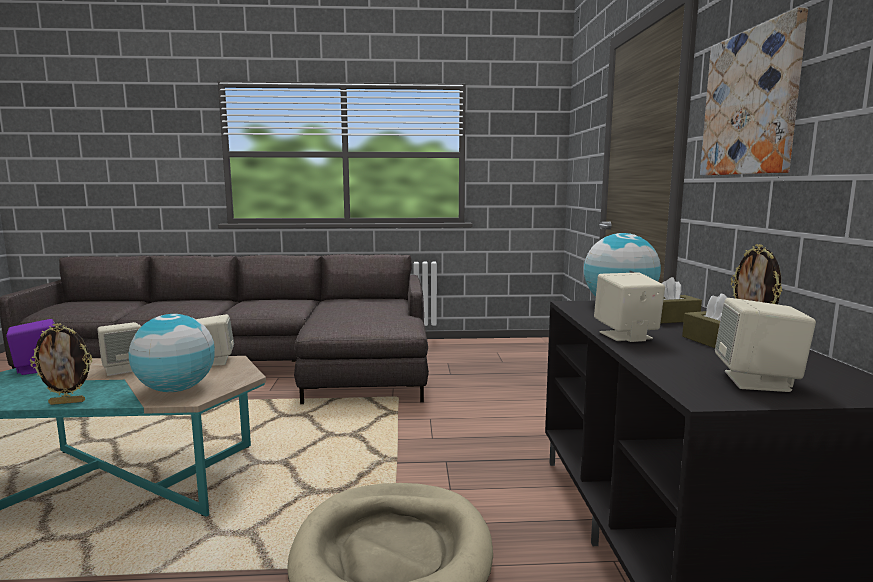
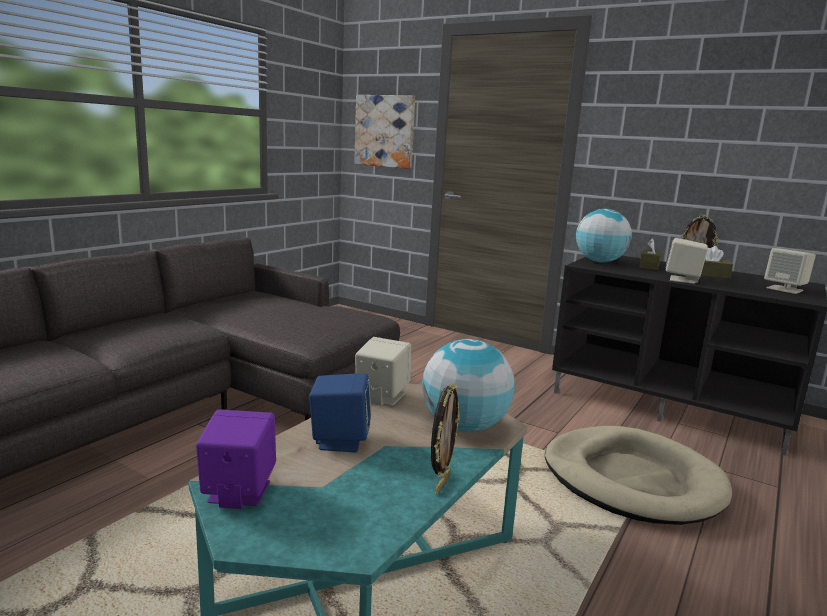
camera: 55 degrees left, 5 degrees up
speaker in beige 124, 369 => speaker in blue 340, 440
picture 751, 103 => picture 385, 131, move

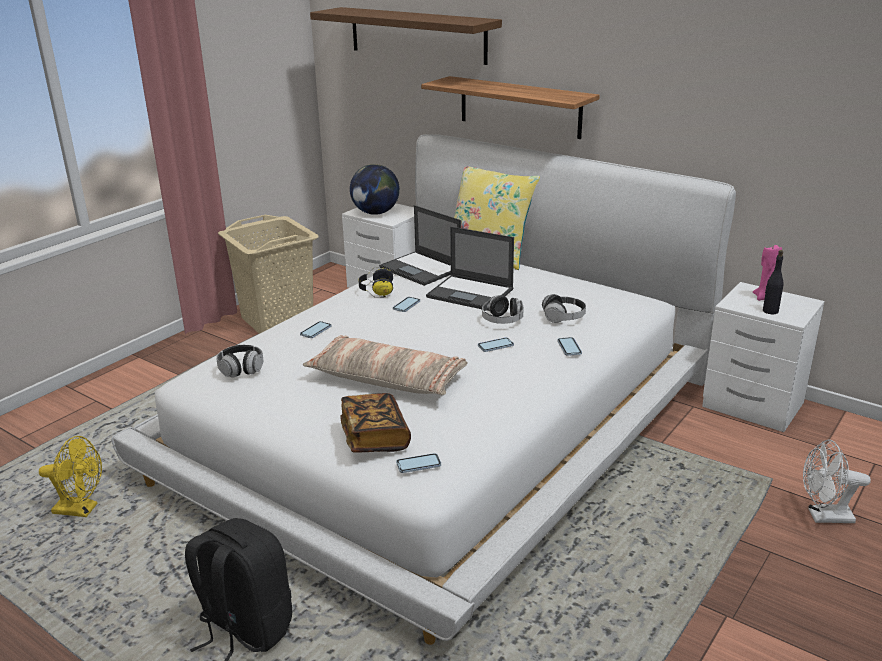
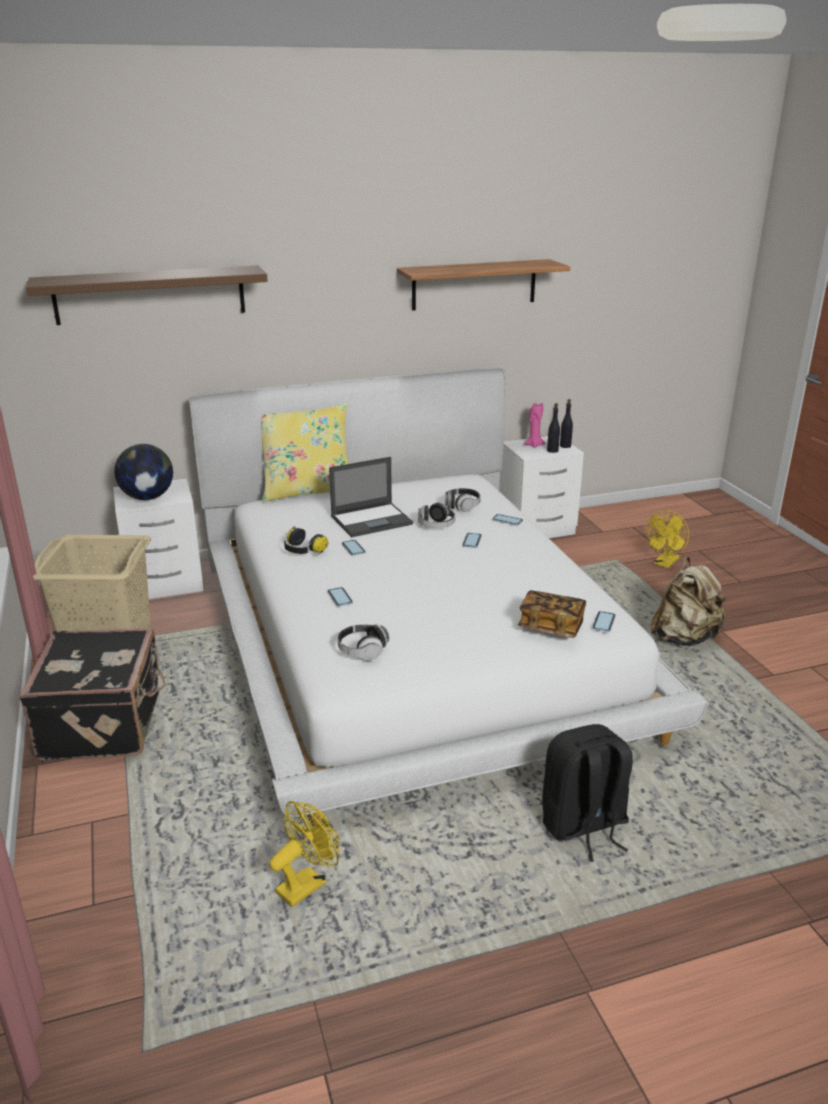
camera: 55 degrees left, 0 degrees up
nothing => suitcase in black 105, 723
shelf 520, 107 => shelf 474, 284, move
nothing => bottle in black 565, 446
fan in white 824, 517 => fan in yellow 664, 563
nothing => backpack in beige 684, 638
pillow 387, 379 => nothing
laptop 421, 269 => nothing

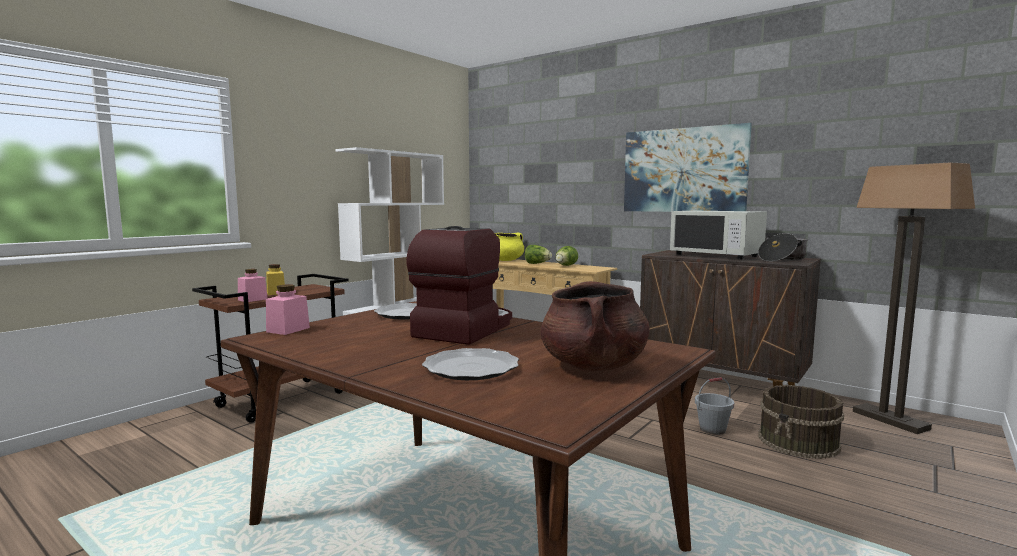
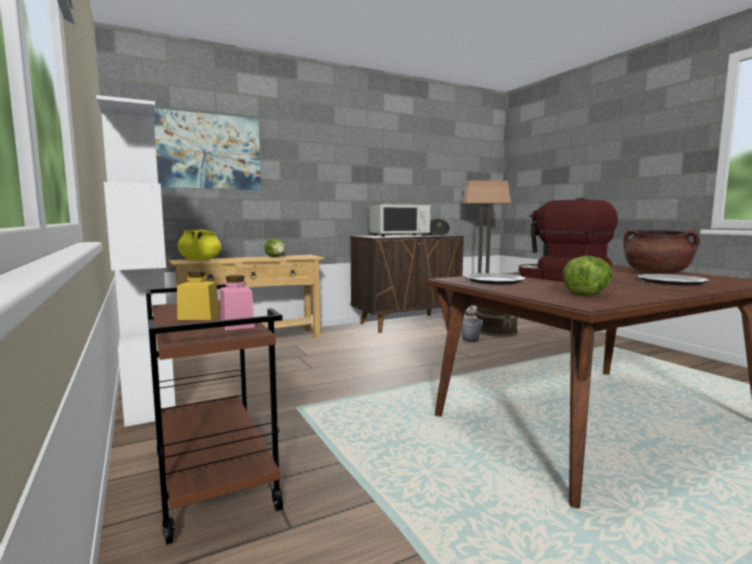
camera: 65 degrees left, 0 degrees up
picture 683, 170 => picture 204, 151, move
lettuce 537, 263 => lettuce 588, 294, move
jar in pink 288, 330 => nothing

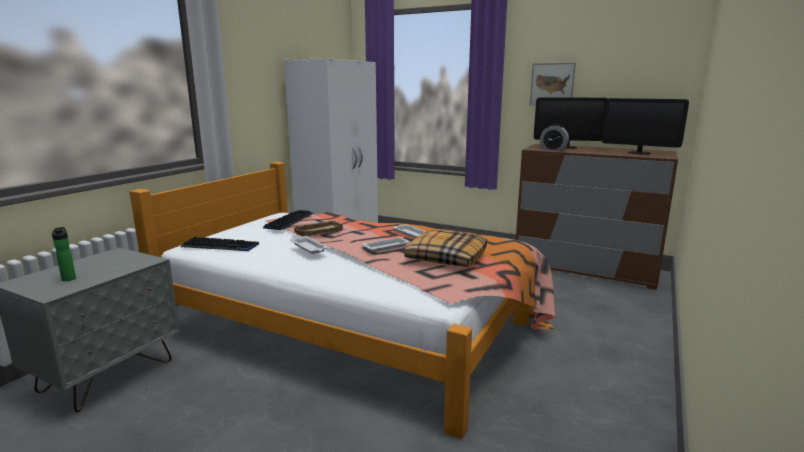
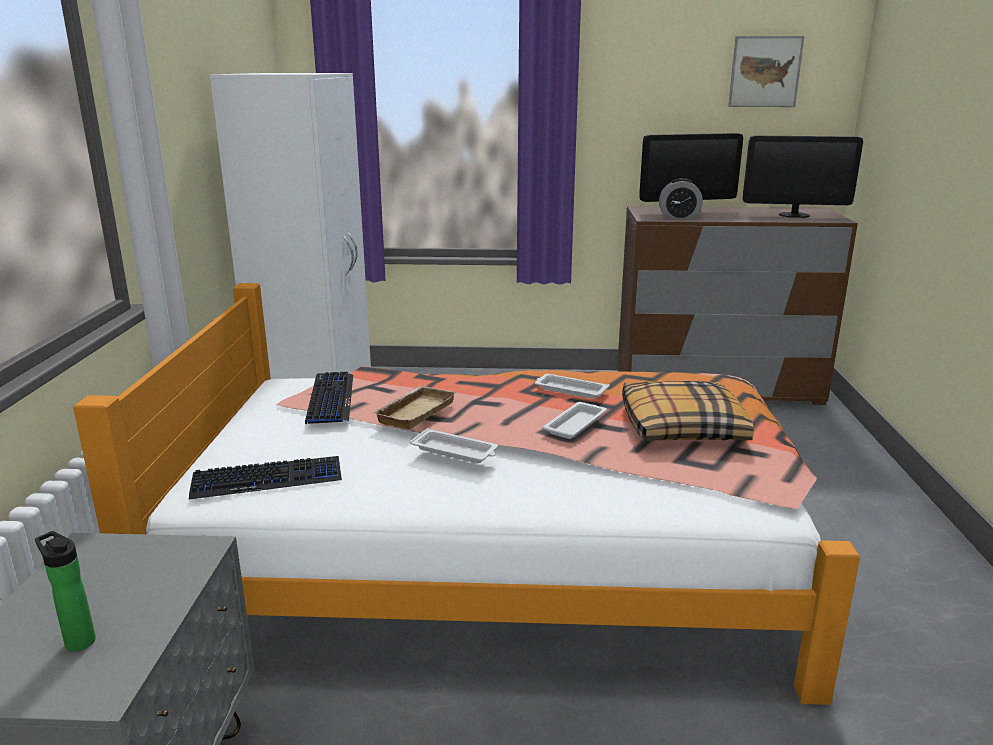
camera: 25 degrees left, 5 degrees up
picture 552, 84 => picture 765, 72, move

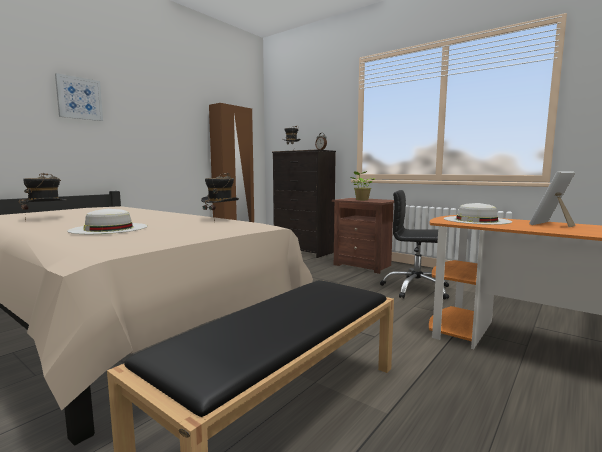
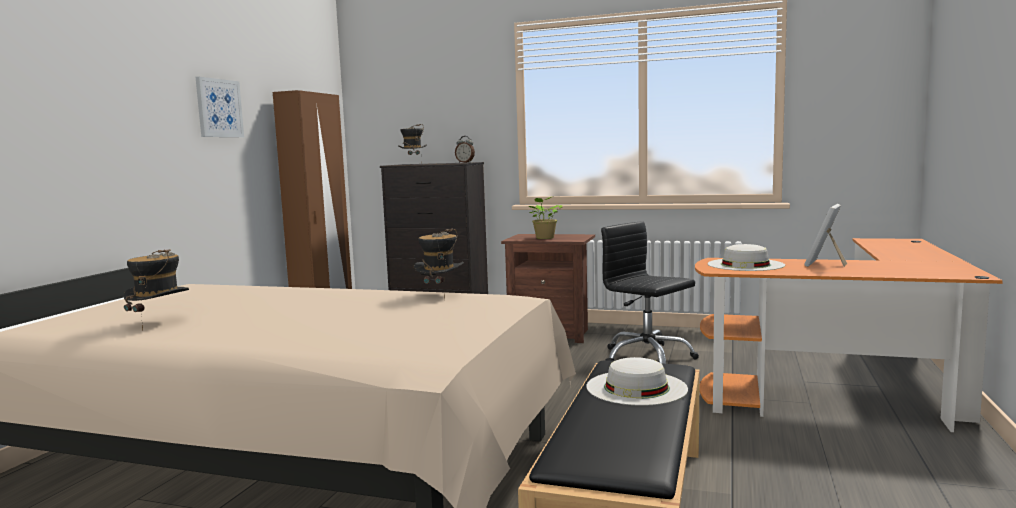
camera: 20 degrees left, 0 degrees up
picture 79, 98 => picture 219, 108, move
hat in white 109, 228 => hat in white 636, 387, move
office chair in black 416, 289 => office chair in black 647, 357, 45 degrees clockwise

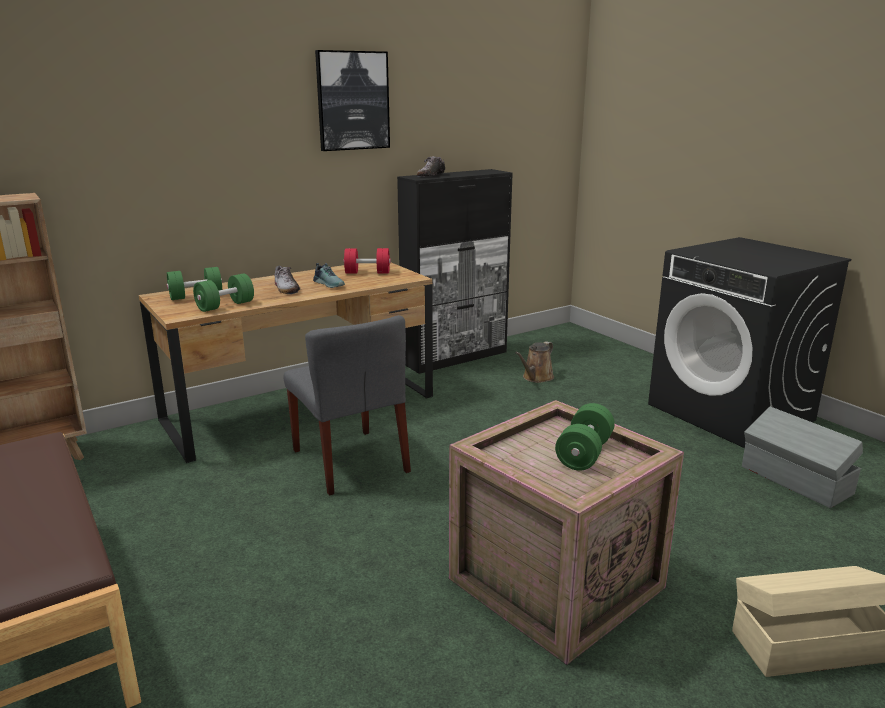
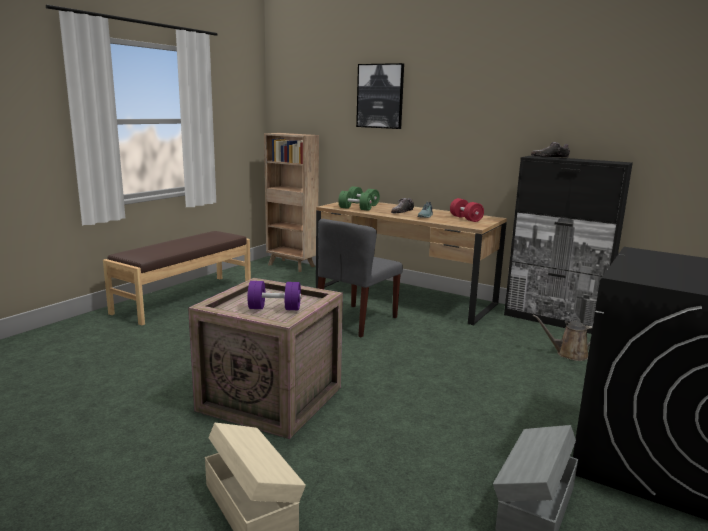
camera: 65 degrees right, 5 degrees down
dumbbell in green 584, 453 => dumbbell in purple 274, 308
picture 352, 101 => picture 380, 96, move

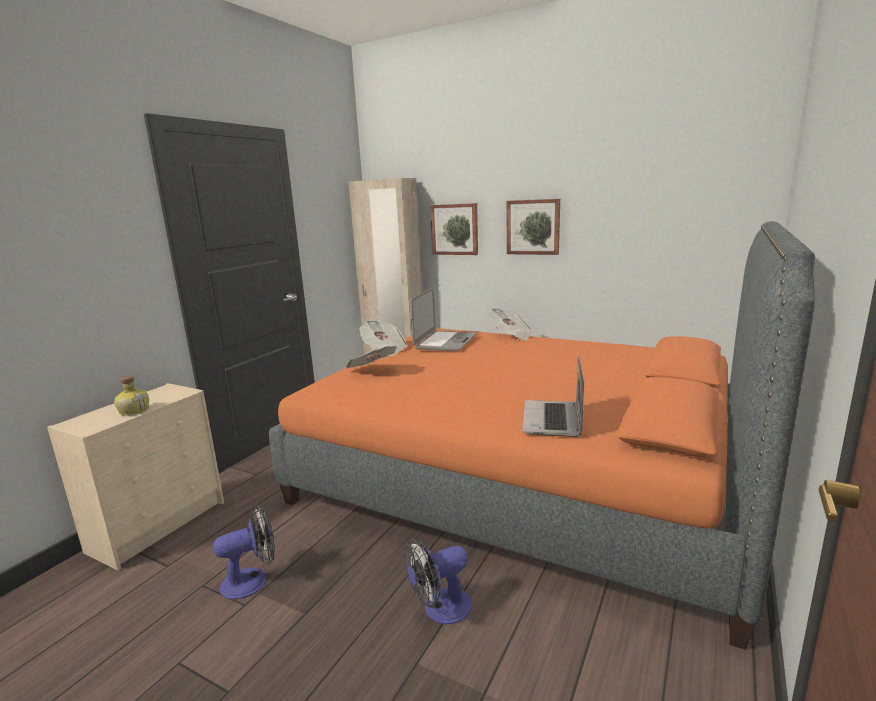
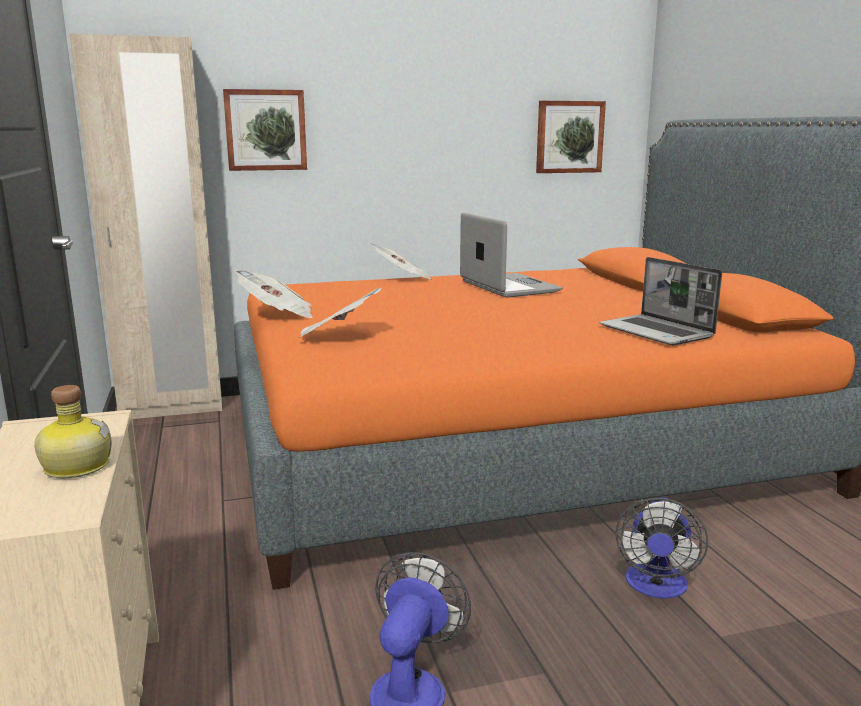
camera: 45 degrees left, 0 degrees up
laptop 445, 342 => laptop 508, 287, move
picture 533, 227 => picture 569, 137, move

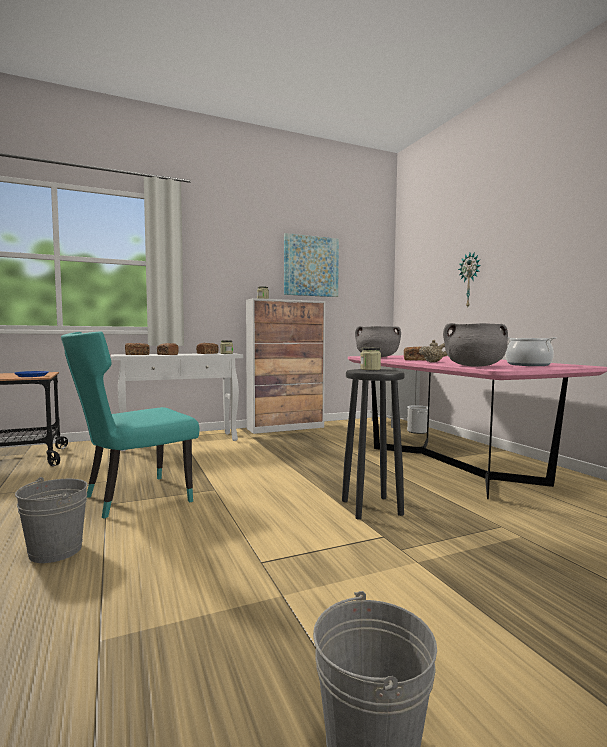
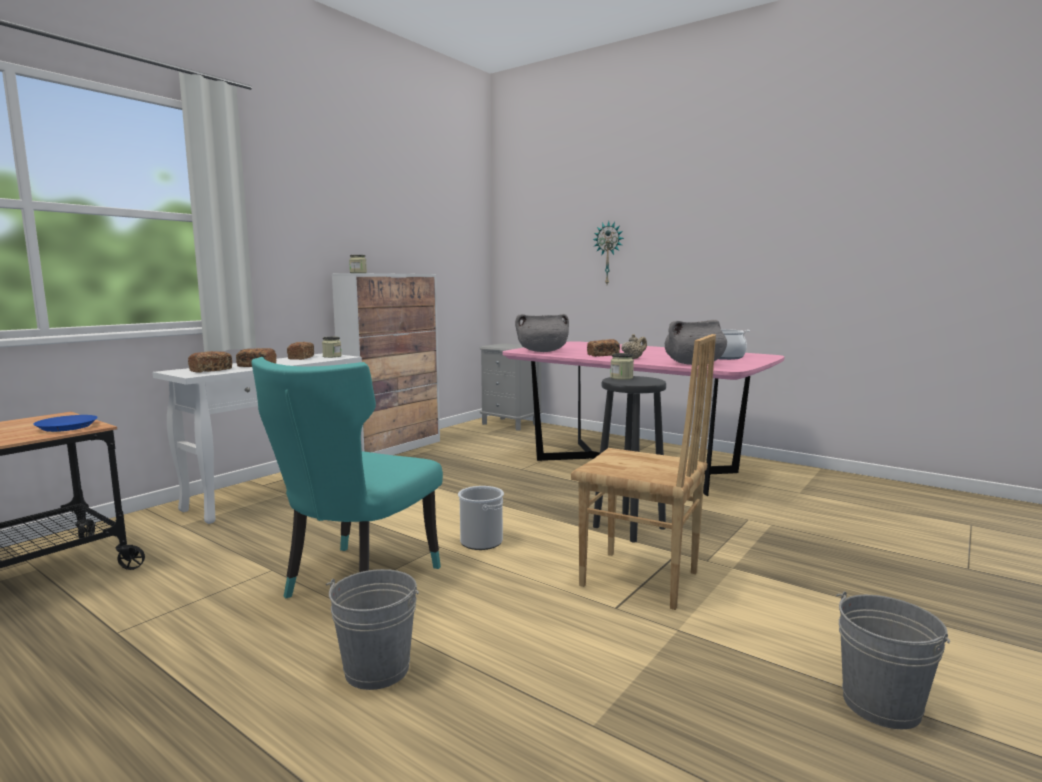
camera: 30 degrees left, 5 degrees up
bucket 417, 431 => bucket 481, 541, move
nothing => chair in brown 639, 580
picture 311, 266 => nothing

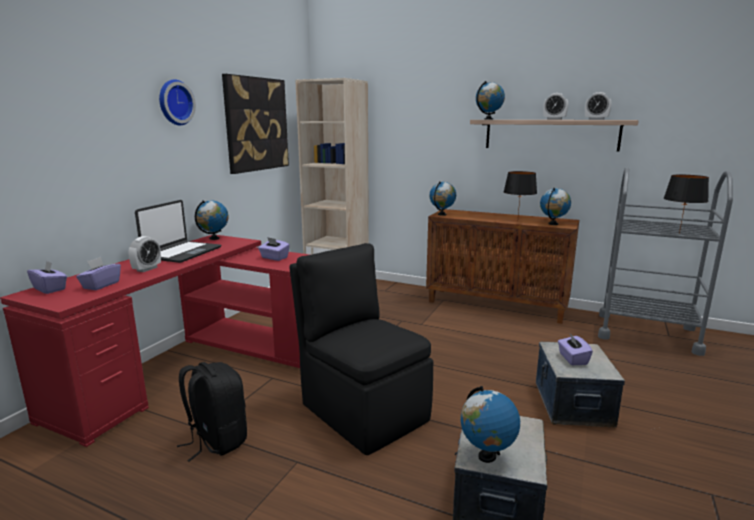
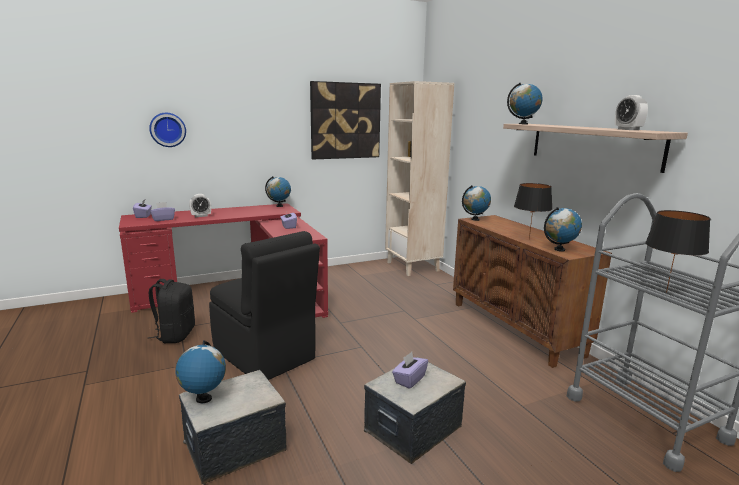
camera: 40 degrees right, 0 degrees up
wall clock 174, 102 => wall clock 167, 129, move
chair in black 362, 410 => chair in black 265, 356, 135 degrees clockwise
laptop 182, 253 => nothing
alarm clock 554, 119 => nothing

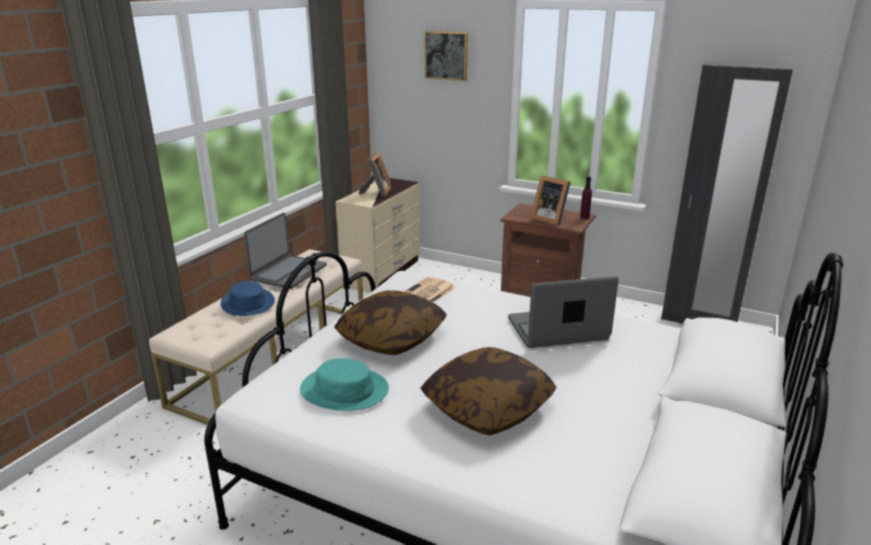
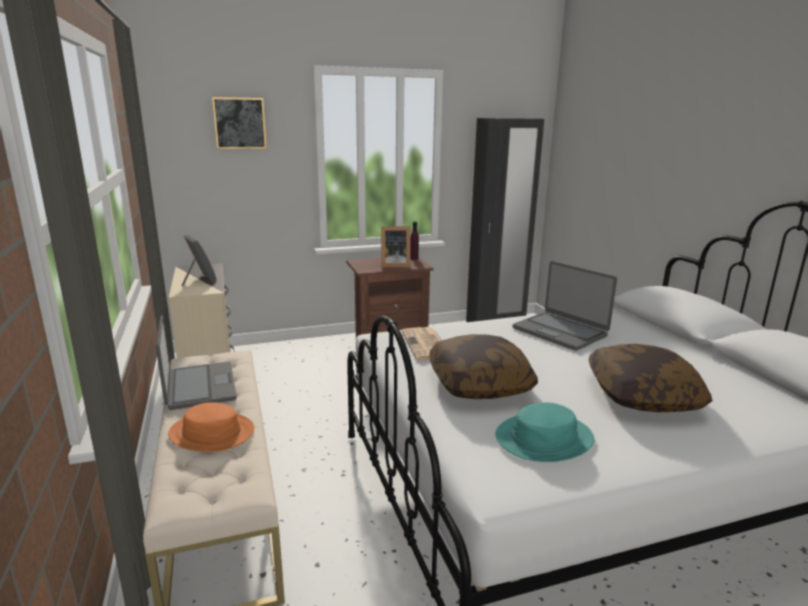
camera: 45 degrees left, 5 degrees down
hat in blue 247, 303 => hat in orange 211, 433
laptop 558, 330 => laptop 560, 332, 75 degrees counterclockwise

